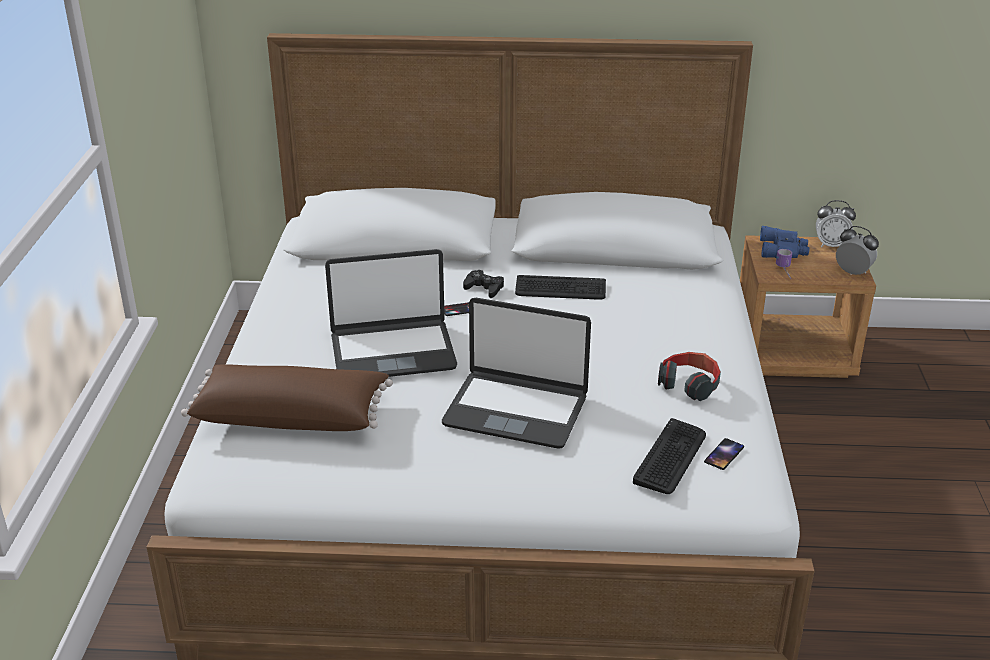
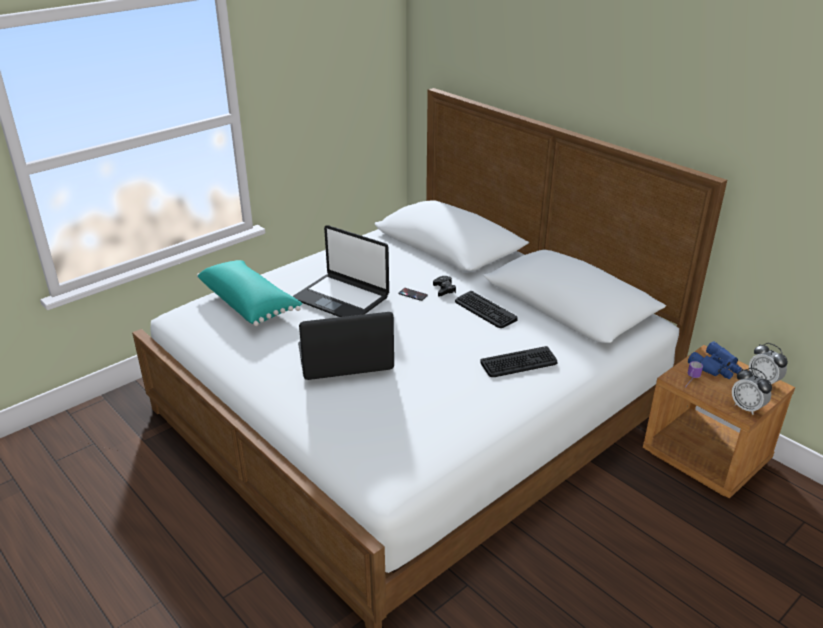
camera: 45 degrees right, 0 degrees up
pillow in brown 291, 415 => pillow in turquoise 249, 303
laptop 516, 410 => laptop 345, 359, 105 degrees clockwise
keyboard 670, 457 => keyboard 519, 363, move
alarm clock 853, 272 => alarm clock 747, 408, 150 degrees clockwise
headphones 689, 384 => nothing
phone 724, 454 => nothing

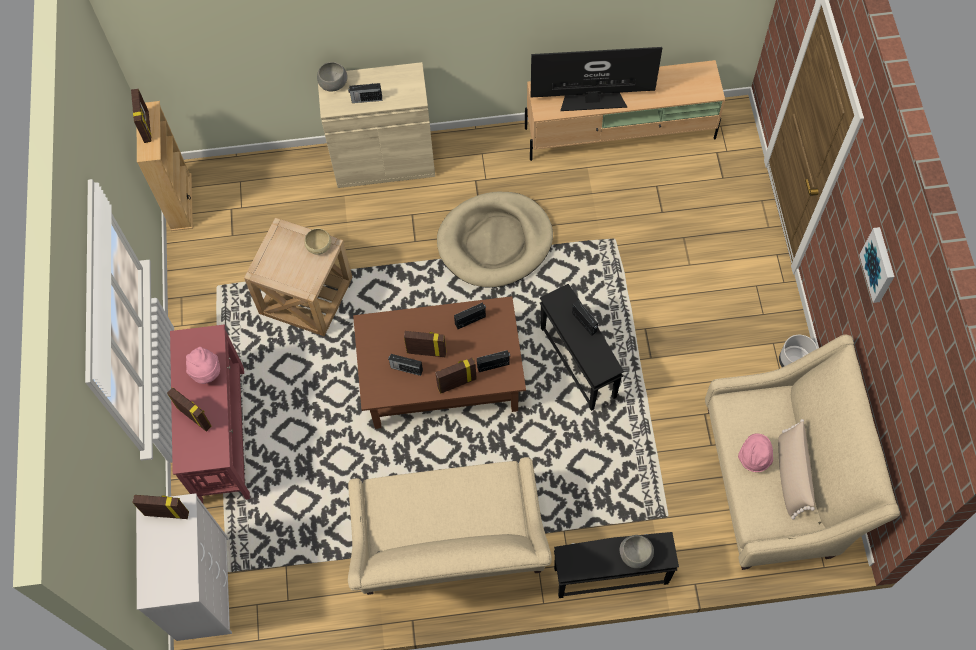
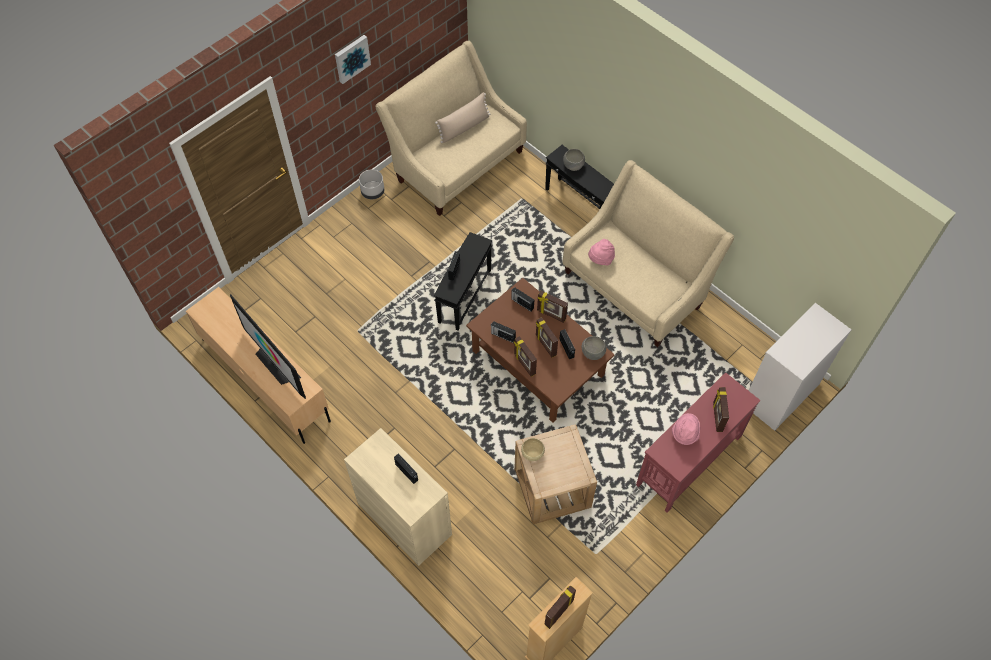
camera: 130 degrees left, 5 degrees down
picture frame 167, 513 => picture frame 524, 364, move
bowl in grey 333, 84 => bowl in grey 593, 352, move
hat in pink 753, 458 => hat in pink 600, 259, move
dog bed in beige 495, 242 => nothing

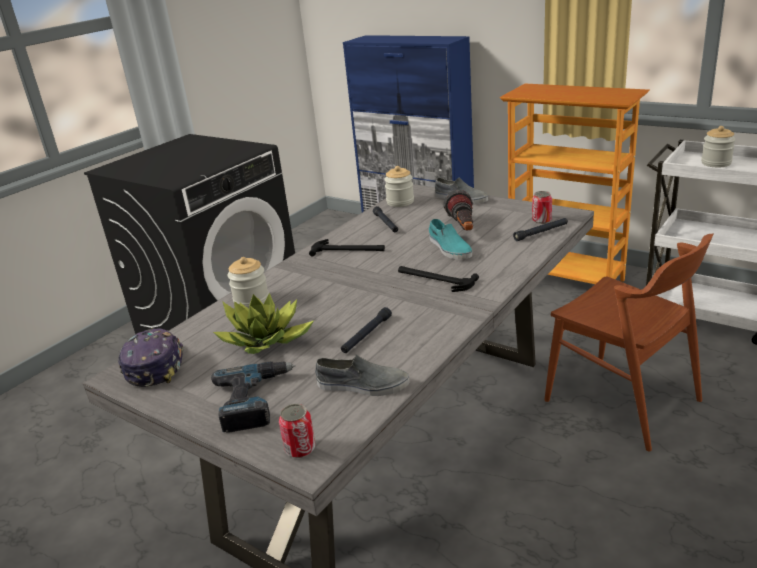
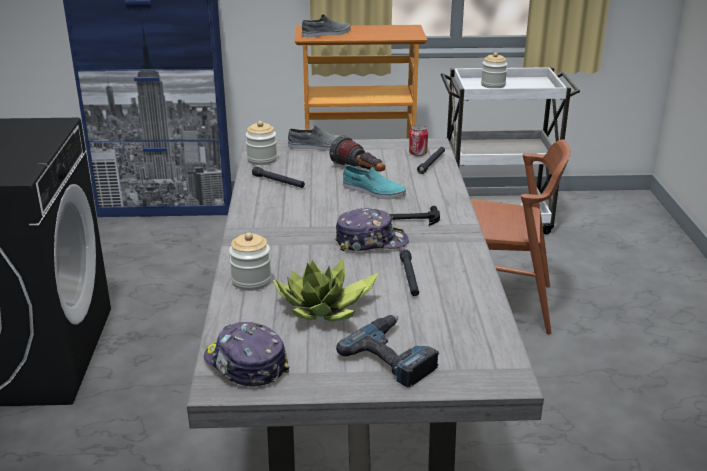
camera: 40 degrees left, 0 degrees up
shoe in grey 362, 385 => shoe in grey 326, 34, move
nothing => cap 371, 241
can 300, 449 => nothing
hammer 348, 250 => nothing

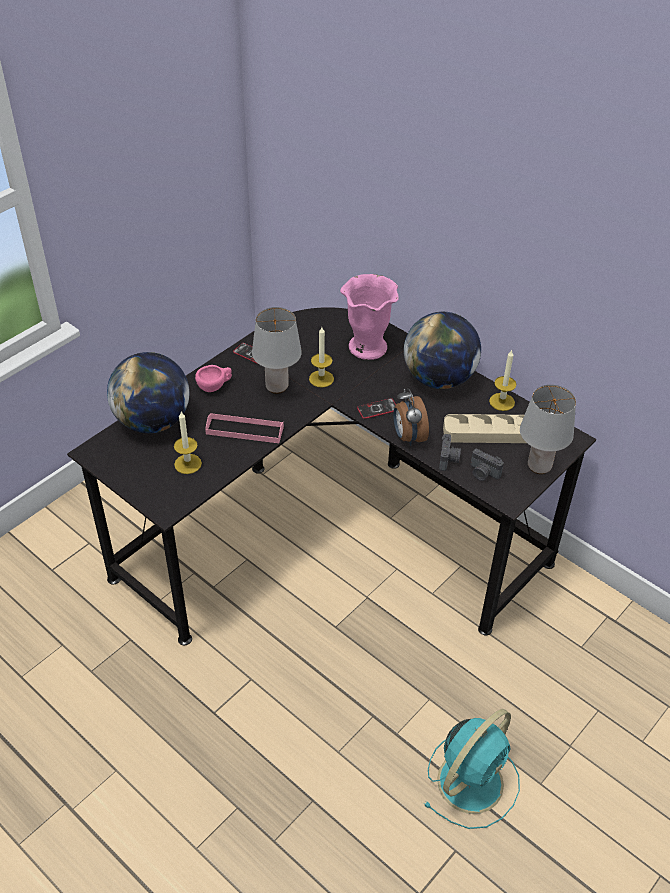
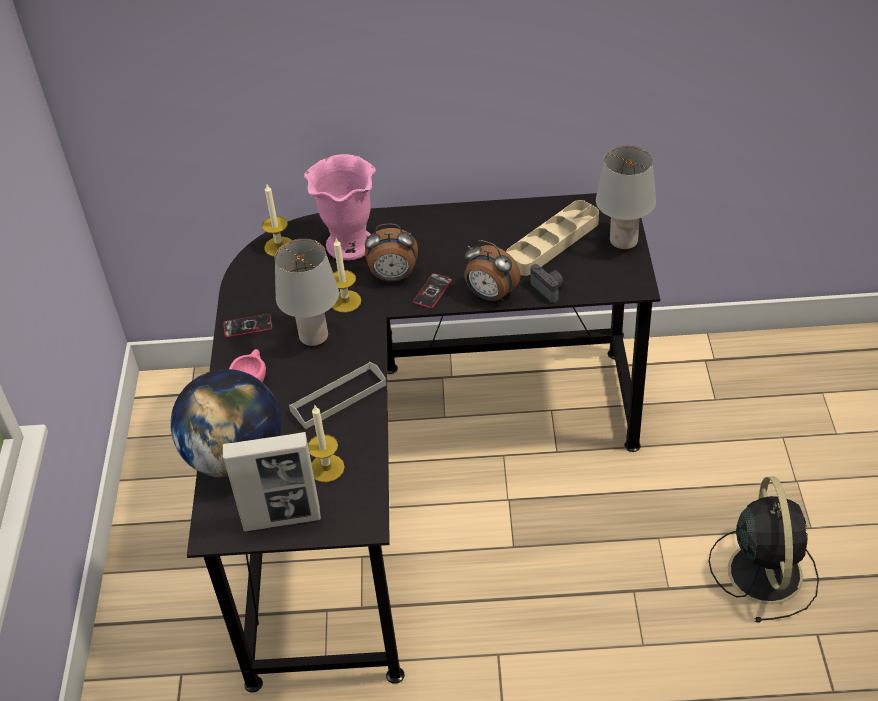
camera: 40 degrees left, 0 degrees up
nothing => picture frame 282, 519
candle 502, 402 => candle 279, 246, move
tray in pink 244, 430 => tray in grey 338, 398
nothing => alarm clock 393, 277
fan in turquoise 472, 780 => fan in black 764, 570
globe 439, 379 => nothing
photo camera 483, 473 => nothing

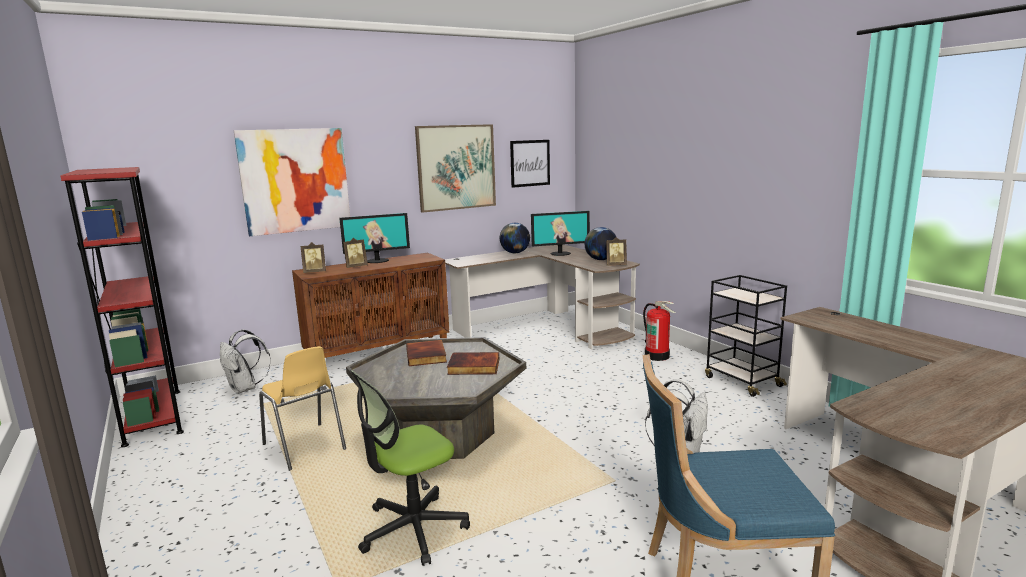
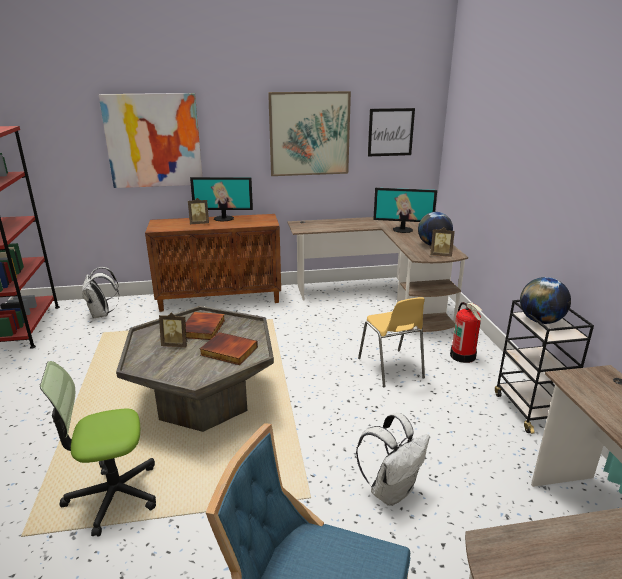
camera: 20 degrees right, 10 degrees up
picture frame 315, 272 => picture frame 176, 344, move
chair in yellow 305, 447 => chair in yellow 391, 368, move
globe 515, 253 => globe 540, 321, move

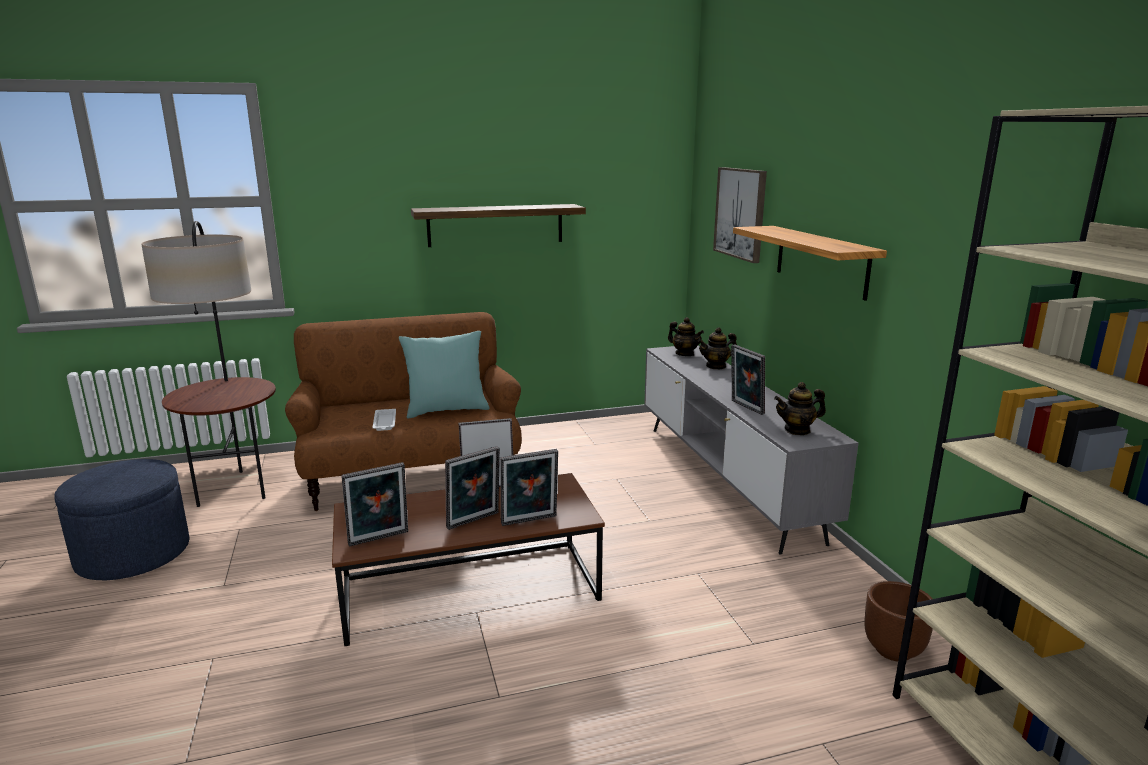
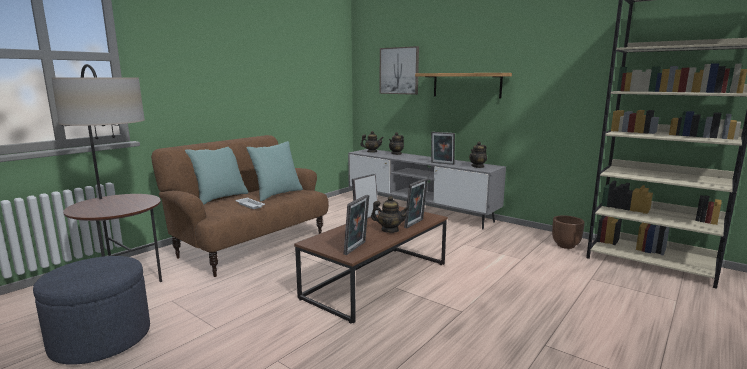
camera: 35 degrees left, 5 degrees down
nothing => pillow in turquoise 220, 198
picture frame 474, 521 => teapot 390, 230
shelf 495, 225 => nothing

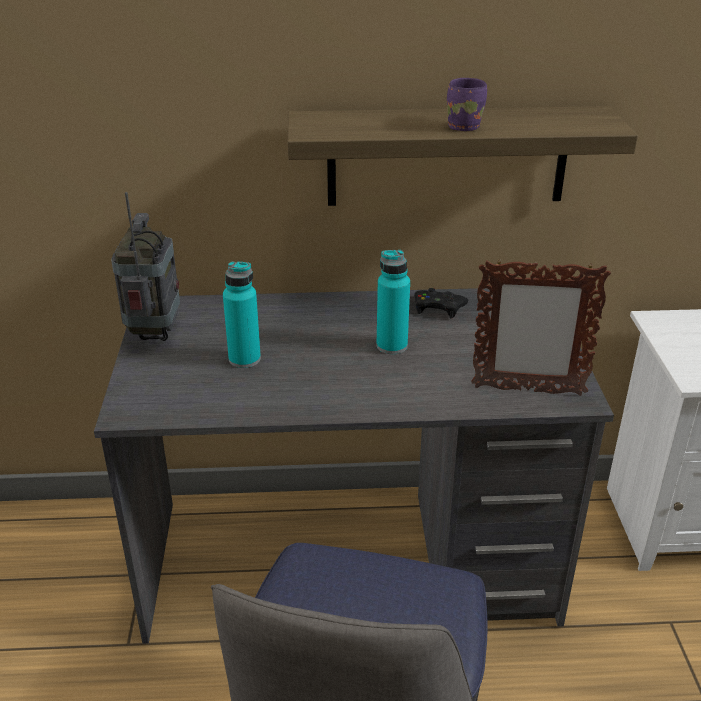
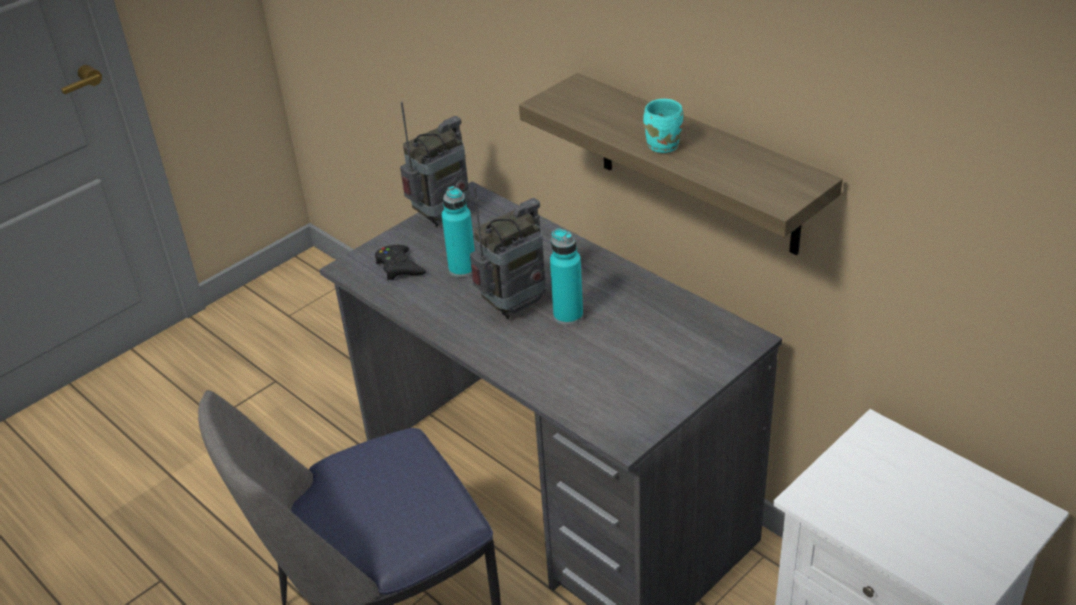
camera: 50 degrees right, 5 degrees up
game controller in black 438, 308 => game controller in black 399, 267, move
nothing => radio 515, 306
mug in purple 464, 126 => mug in turquoise 665, 145
picture frame 527, 390 => nothing

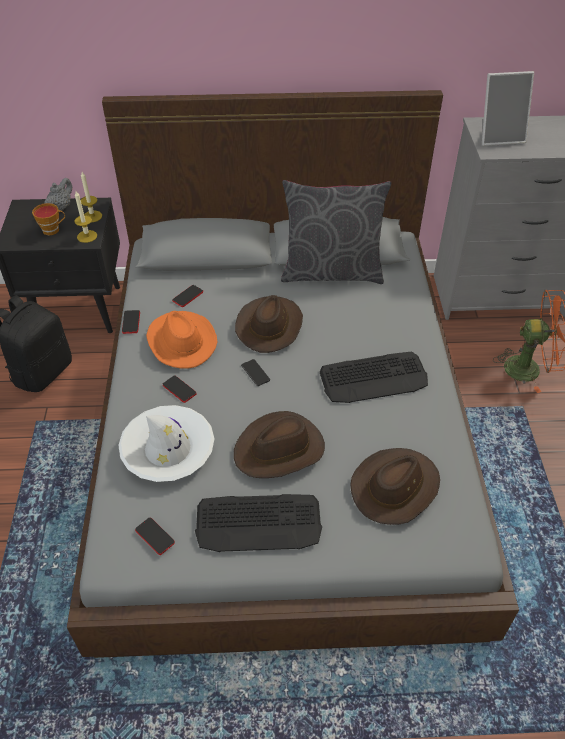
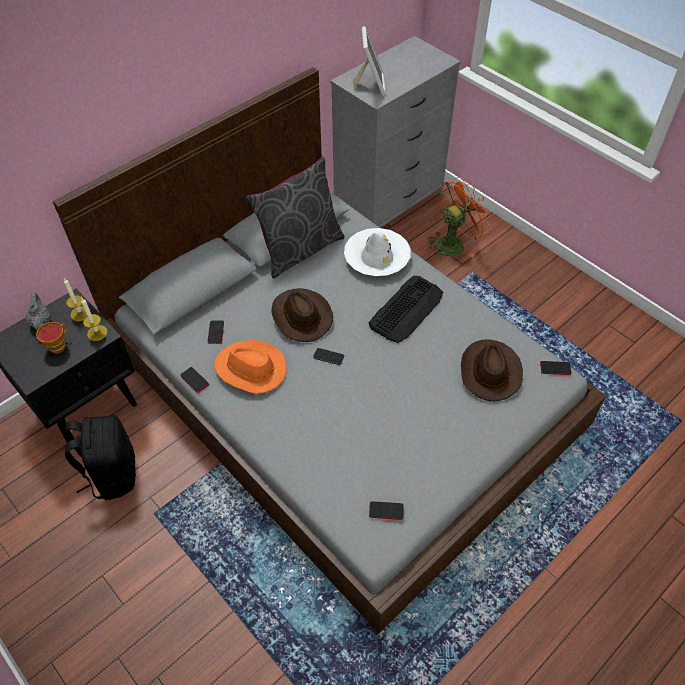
camera: 40 degrees left, 5 degrees up
hat in white 168, 449 => hat in white 377, 258, move
picture frame 499, 137 => picture frame 370, 85, 45 degrees counterclockwise
phone 179, 389 => phone 555, 368, move
keyboard 259, 523 => nothing
hat in brown 279, 449 => nothing

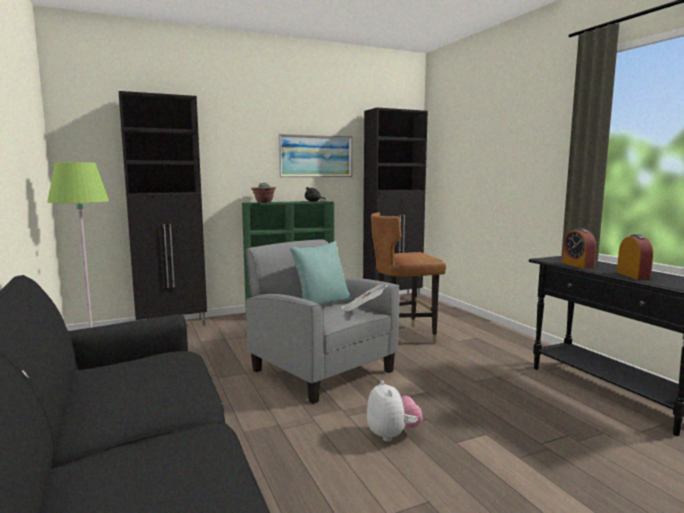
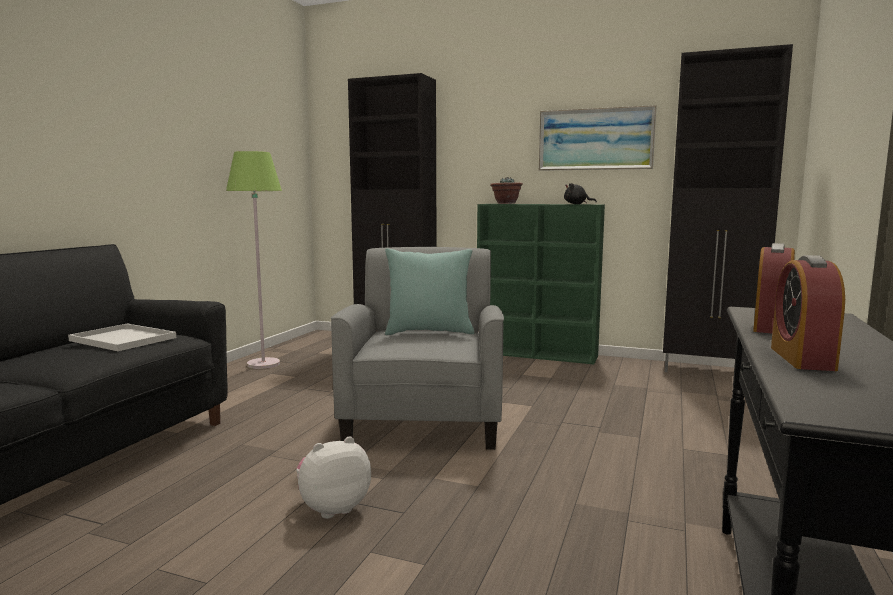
camera: 45 degrees right, 0 degrees up
nothing => tray in white 121, 339
plush toy 392, 435 => plush toy 332, 508, 150 degrees counterclockwise
alarm clock 633, 275 => alarm clock 802, 358, 150 degrees clockwise
newspaper 363, 309 => nothing
chair in brown 402, 336 => nothing

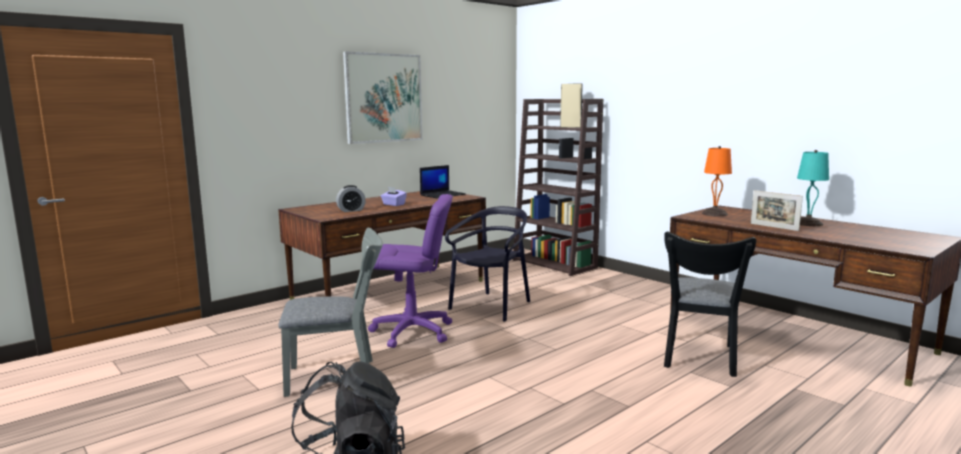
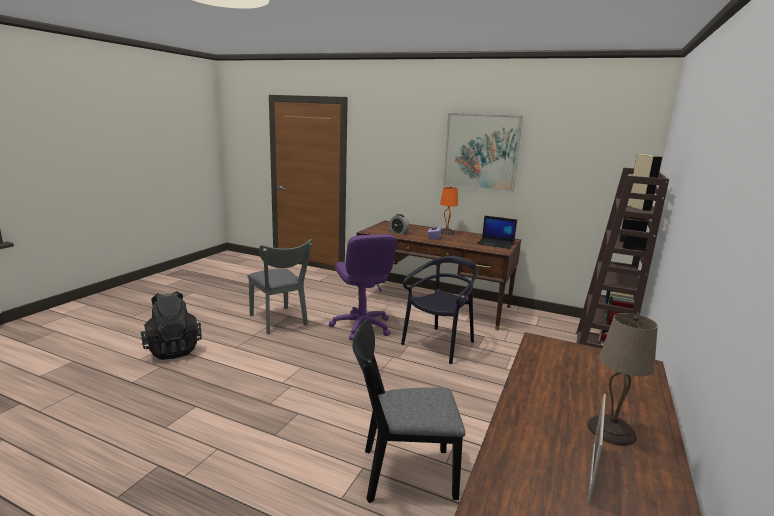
camera: 65 degrees right, 5 degrees up
chair in black 491, 306 => chair in black 439, 344, 60 degrees counterclockwise
table lamp in orange 714, 214 => table lamp in orange 446, 232, move
table lamp in turquoise 807, 223 => table lamp in beige 610, 430
picture frame 774, 227 => picture frame 591, 473, move

